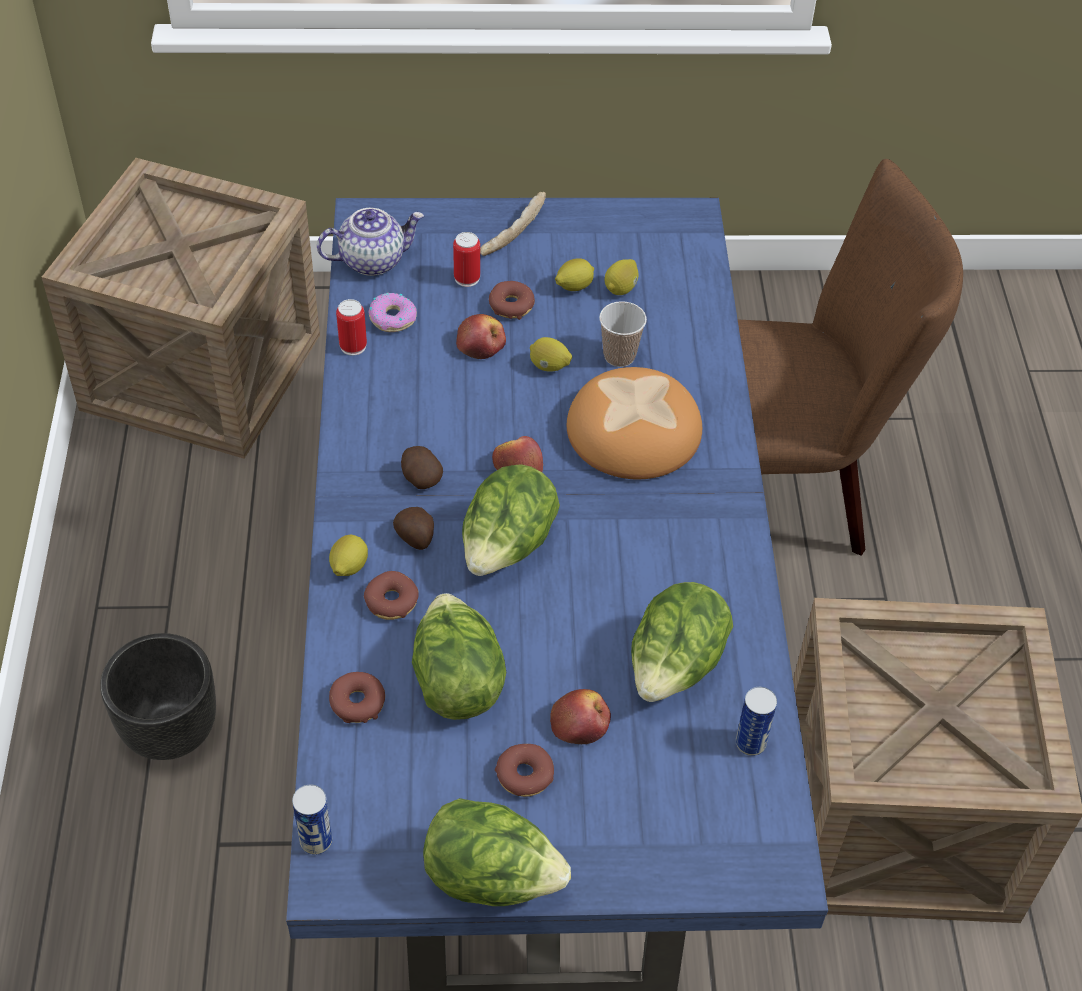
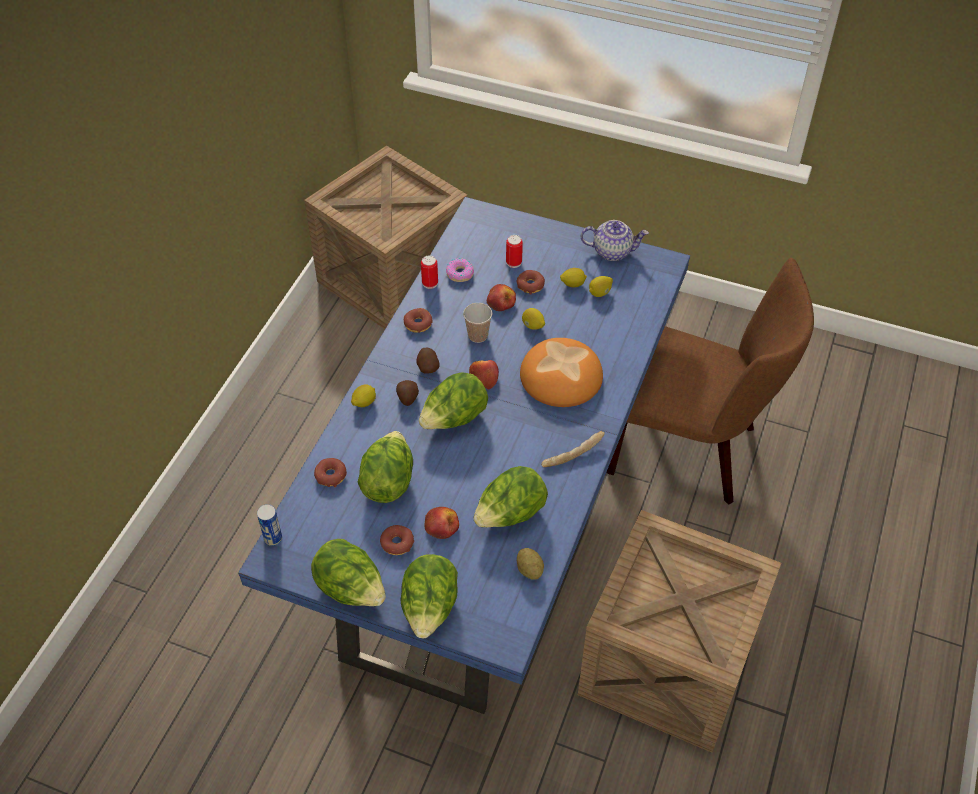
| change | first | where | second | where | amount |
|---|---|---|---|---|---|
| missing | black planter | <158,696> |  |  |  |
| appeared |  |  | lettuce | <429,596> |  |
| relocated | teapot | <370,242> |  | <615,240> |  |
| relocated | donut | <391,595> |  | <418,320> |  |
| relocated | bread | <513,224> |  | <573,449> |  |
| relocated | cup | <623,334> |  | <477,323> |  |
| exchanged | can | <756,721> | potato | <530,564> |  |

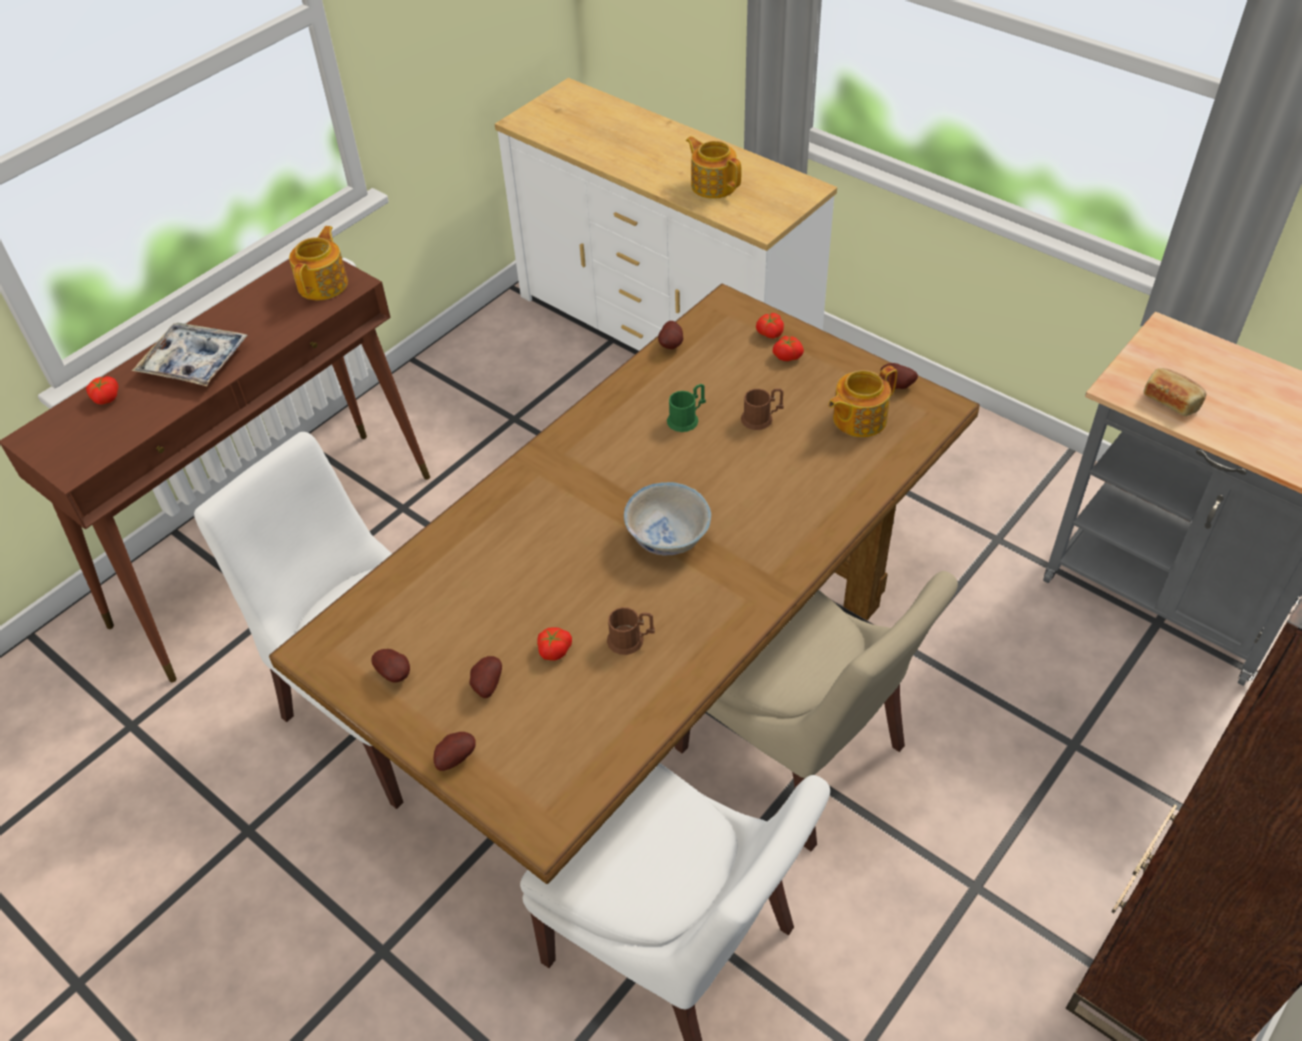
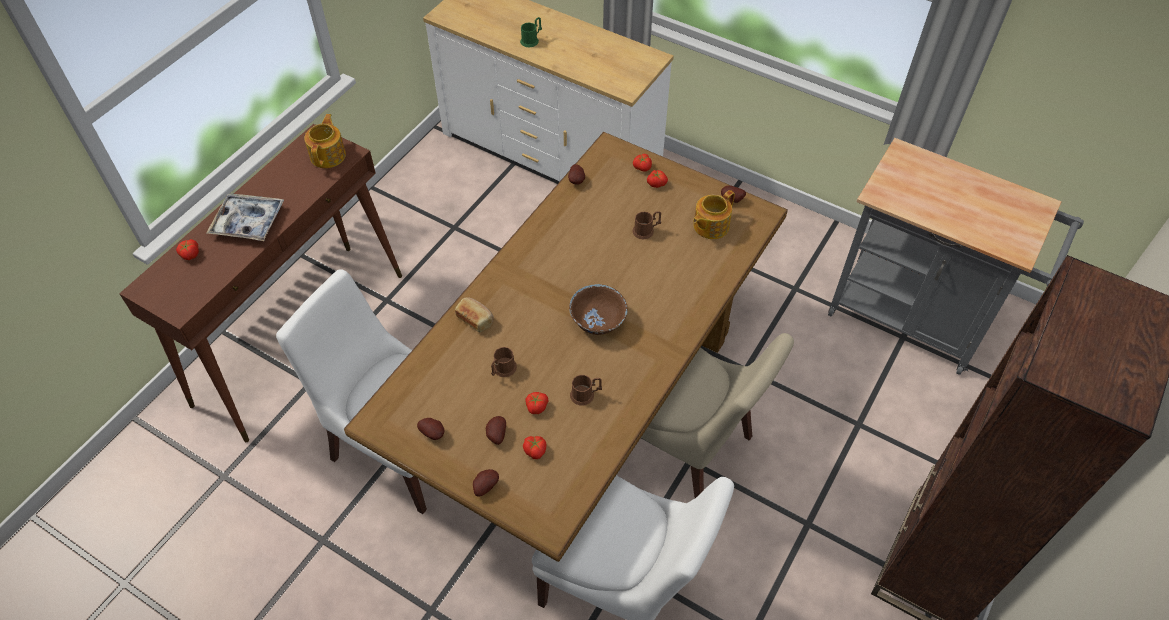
| change | first | where | second | where | amount |
|---|---|---|---|---|---|
| missing | teapot | <713,167> |  |  |  |
| appeared |  |  | brown mug | <504,362> |  |
| appeared |  |  | tomato | <534,447> |  |
| relocated | green mug | <686,408> |  | <531,32> |  |
| relocated | bread | <1175,392> |  | <474,314> |  |
| colour | white bowl | <668,519> | brown bowl | <598,309> |  |

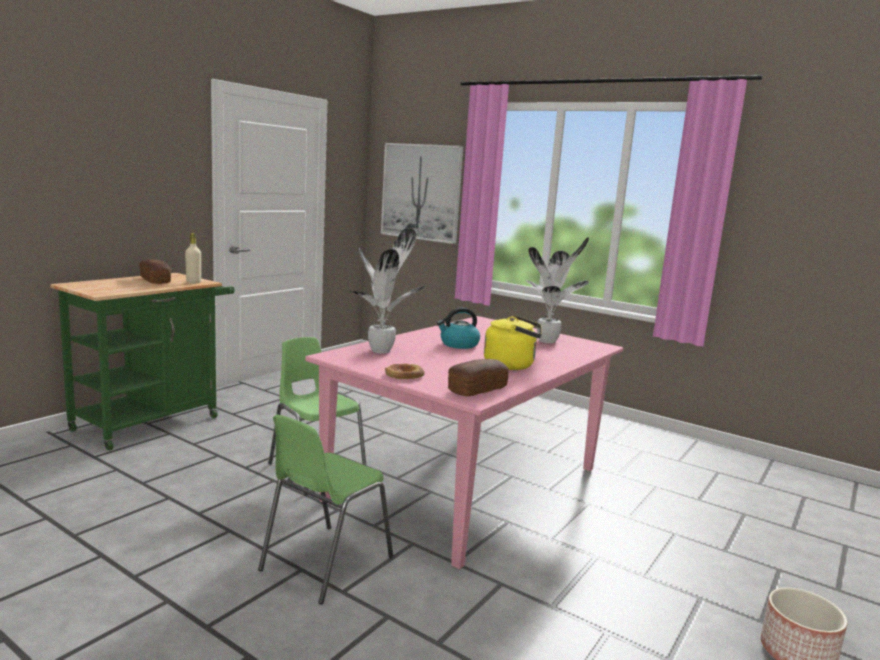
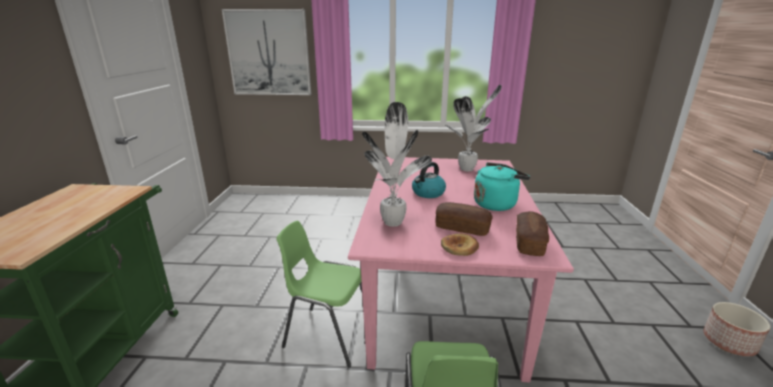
| change | first | where | second | where | amount |
|---|---|---|---|---|---|
| missing | beige bottle | <193,258> |  |  |  |
| relocated | bread | <155,271> |  | <464,219> |  |
| colour | yellow kettle | <513,342> | turquoise kettle | <502,186> |  |

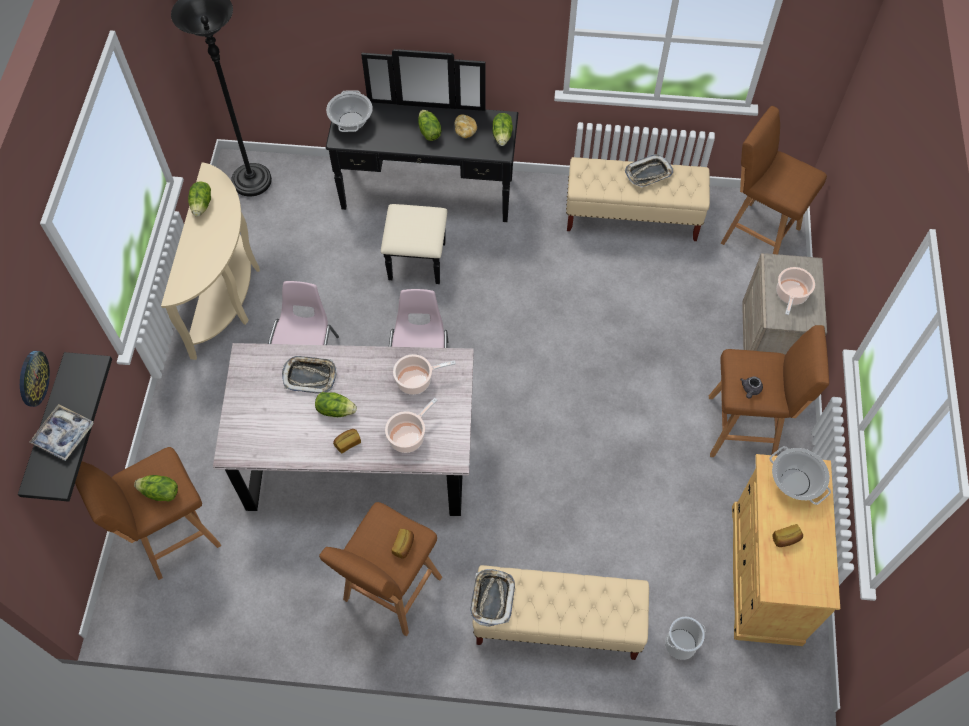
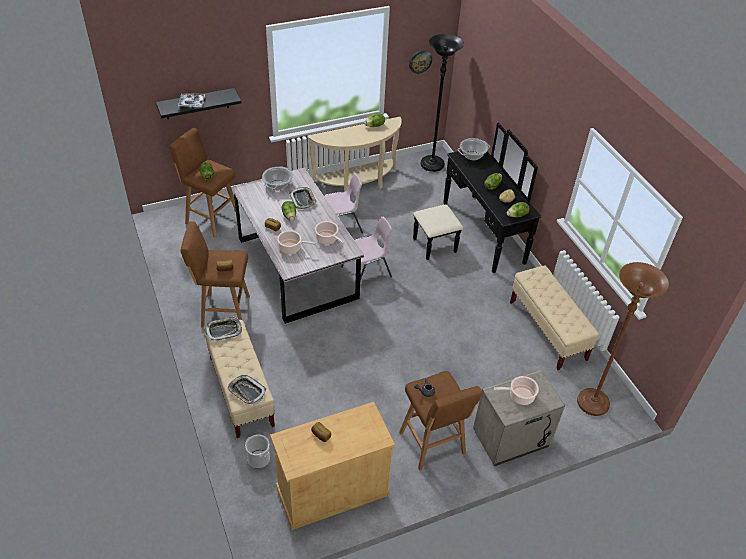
| change | first | where | second | where | amount |
|---|---|---|---|---|---|
| relocated | wall clock | <35,379> |  | <420,62> |  |
| relocated | tray | <649,170> |  | <247,389> |  |
| relocated | cooking pot | <800,475> |  | <277,178> |  |
| exchanged | brown stool | <774,180> | brown floor lamp | <623,339> |  |

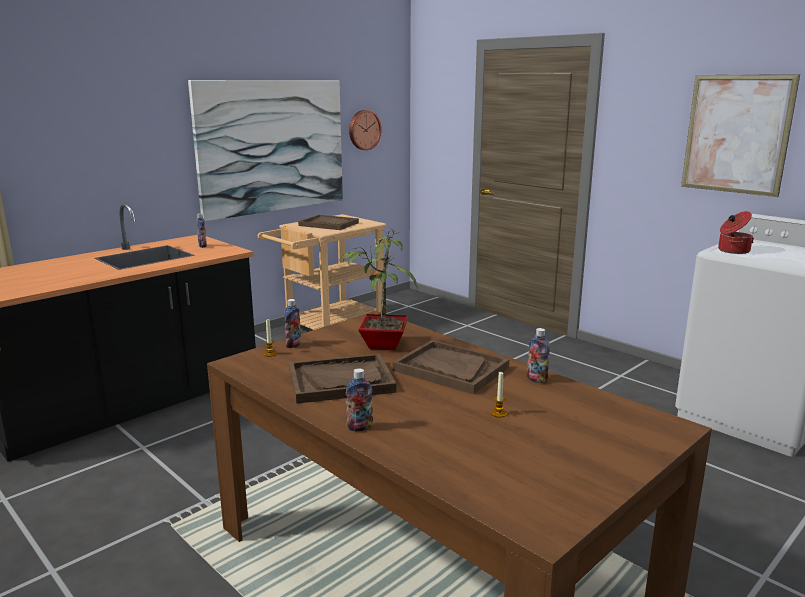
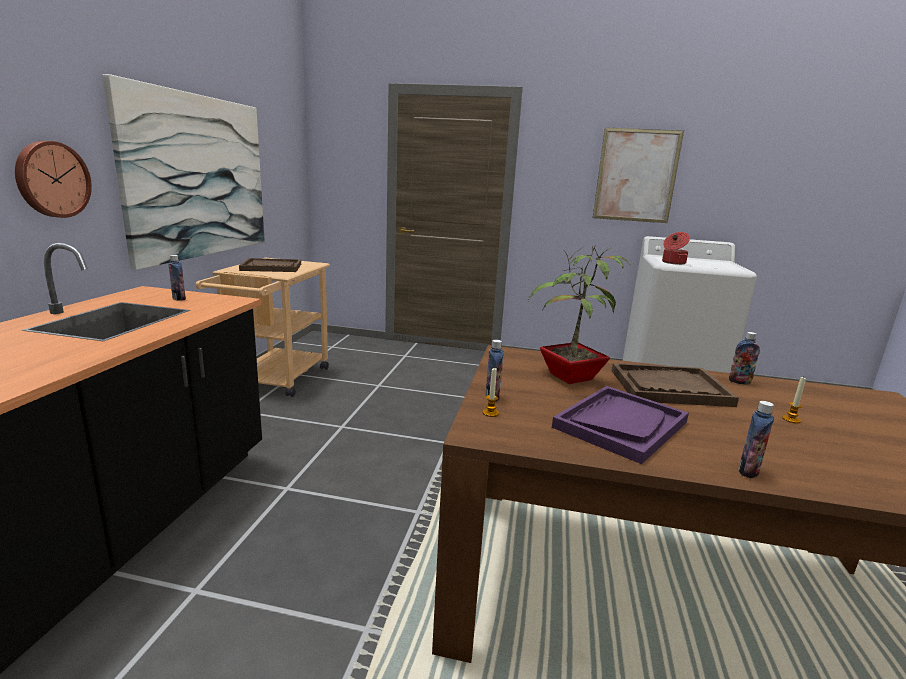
| change | first | where | second | where | amount |
|---|---|---|---|---|---|
| relocated | wall clock | <365,130> |  | <53,179> |  |
| colour | brown tray | <343,379> | purple tray | <620,425> |  |

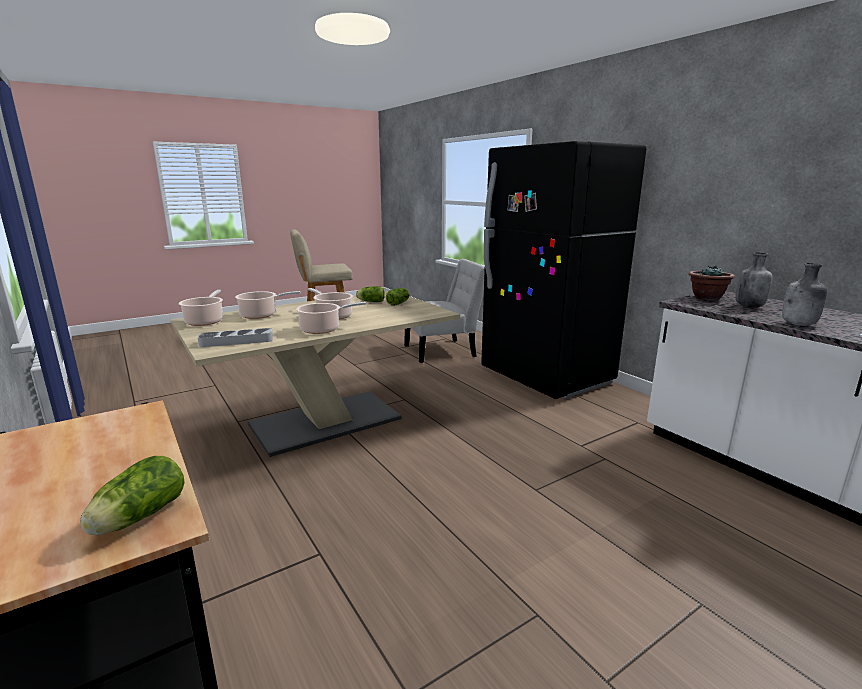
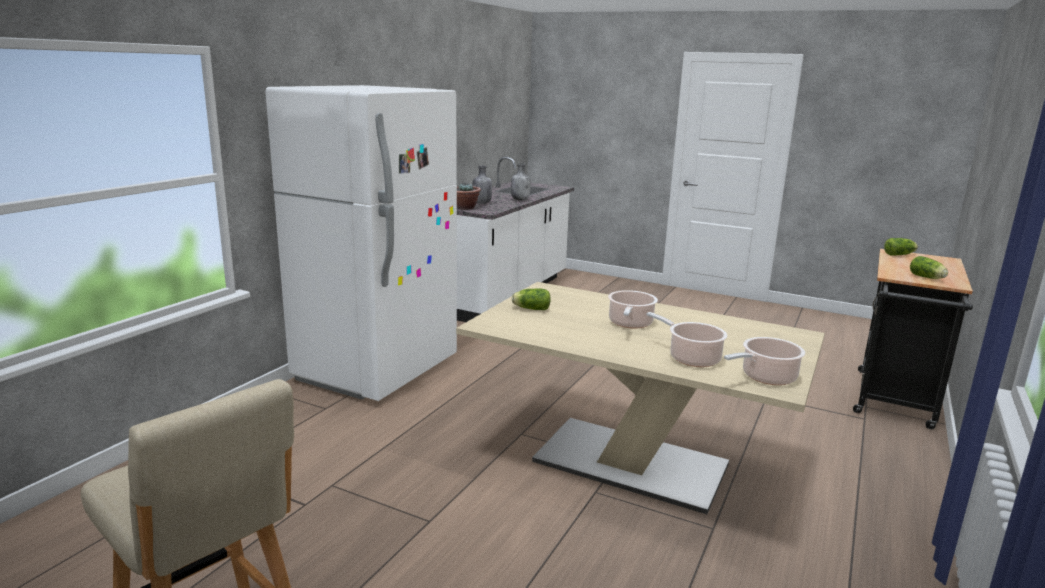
| change | first | where | second | where | amount |
|---|---|---|---|---|---|
| missing | grey tray | <235,337> |  |  |  |
| missing | cooking pot | <331,318> |  |  |  |
| missing | white chair | <444,311> |  |  |  |
| relocated | lettuce | <370,294> |  | <929,267> |  |
| colour | black fridge | <563,270> | white fridge | <361,243> |  |

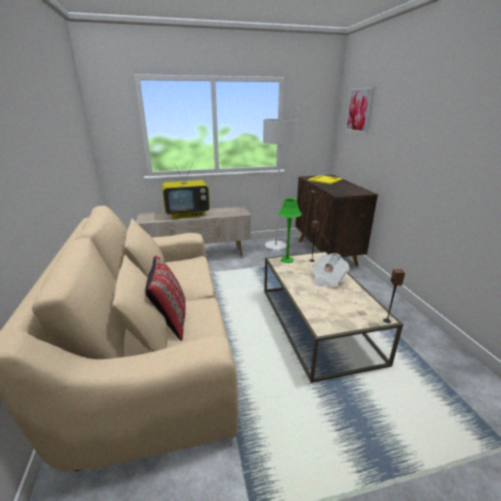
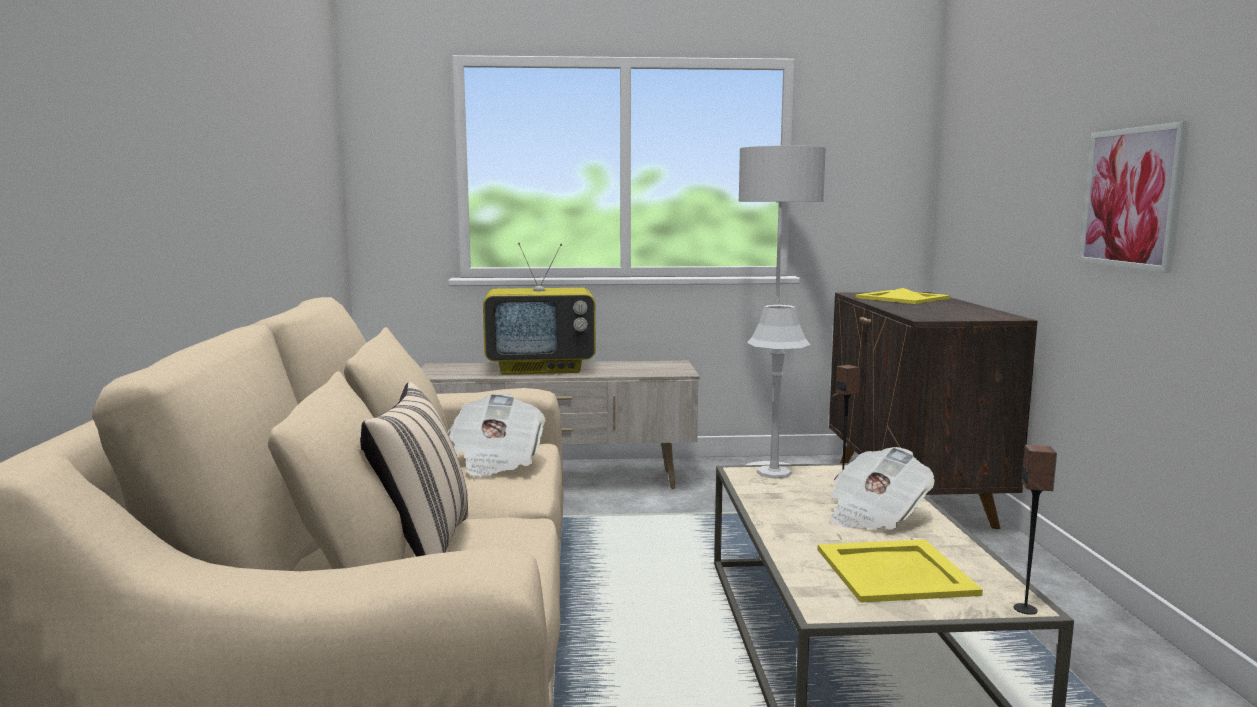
| change | first | where | second | where | amount |
|---|---|---|---|---|---|
| appeared |  |  | newspaper | <497,434> |  |
| appeared |  |  | yellow tray | <900,571> |  |
| relocated | picture | <359,110> |  | <1134,197> |  |
| colour | red pillow | <165,298> | beige pillow | <414,469> |  |
| colour | green table lamp | <290,230> | grey table lamp | <778,392> |  |

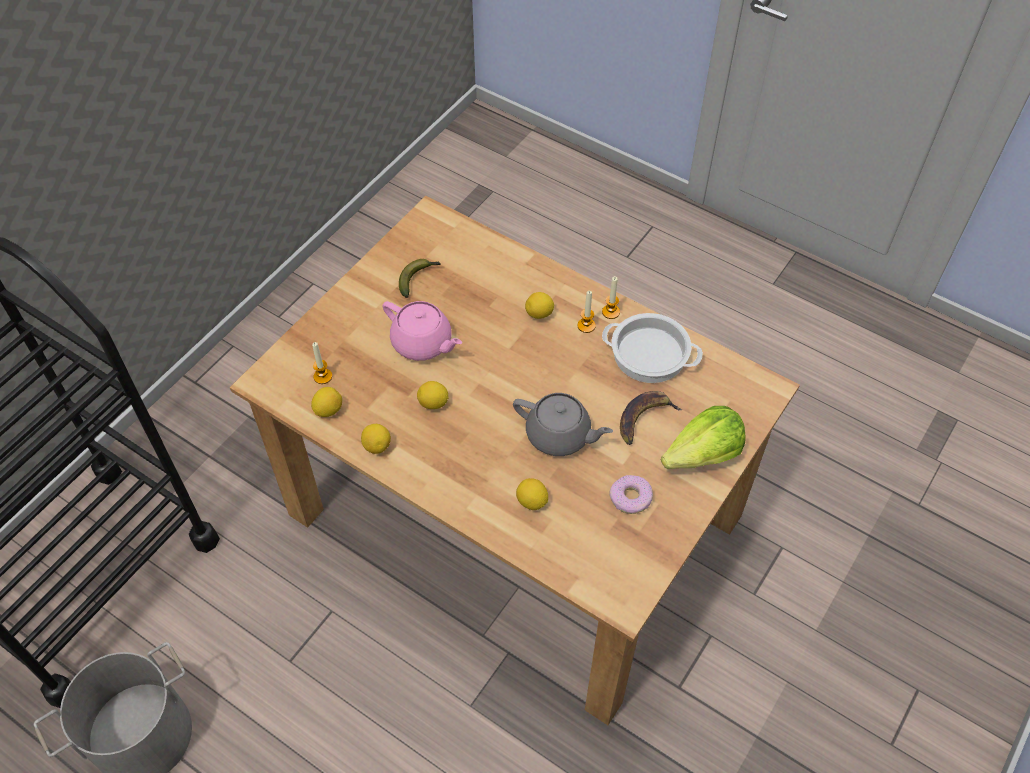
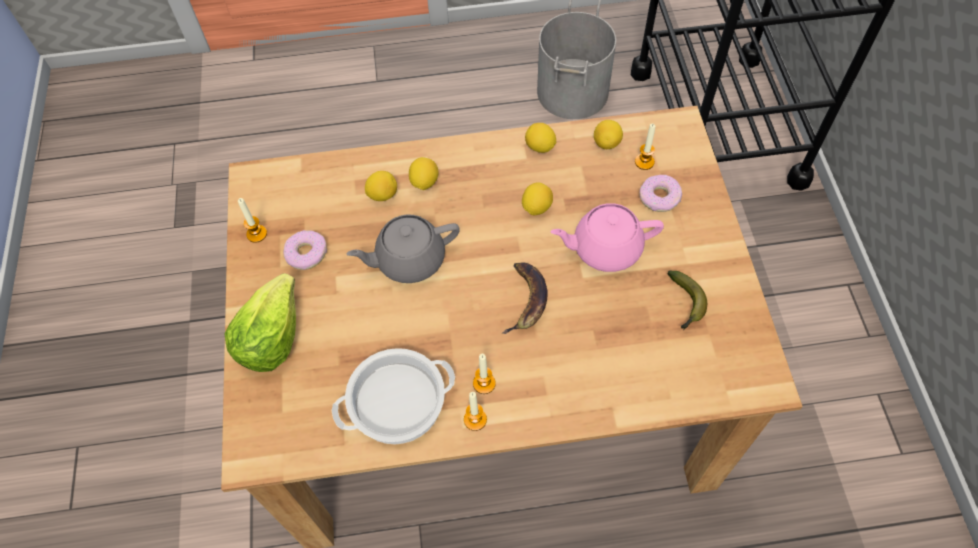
| change | first | where | second | where | amount |
|---|---|---|---|---|---|
| appeared |  |  | candle | <252,220> |  |
| appeared |  |  | donut | <661,193> |  |
| relocated | lemon | <539,305> |  | <424,173> |  |
| relocated | banana | <651,418> |  | <525,298> |  |

